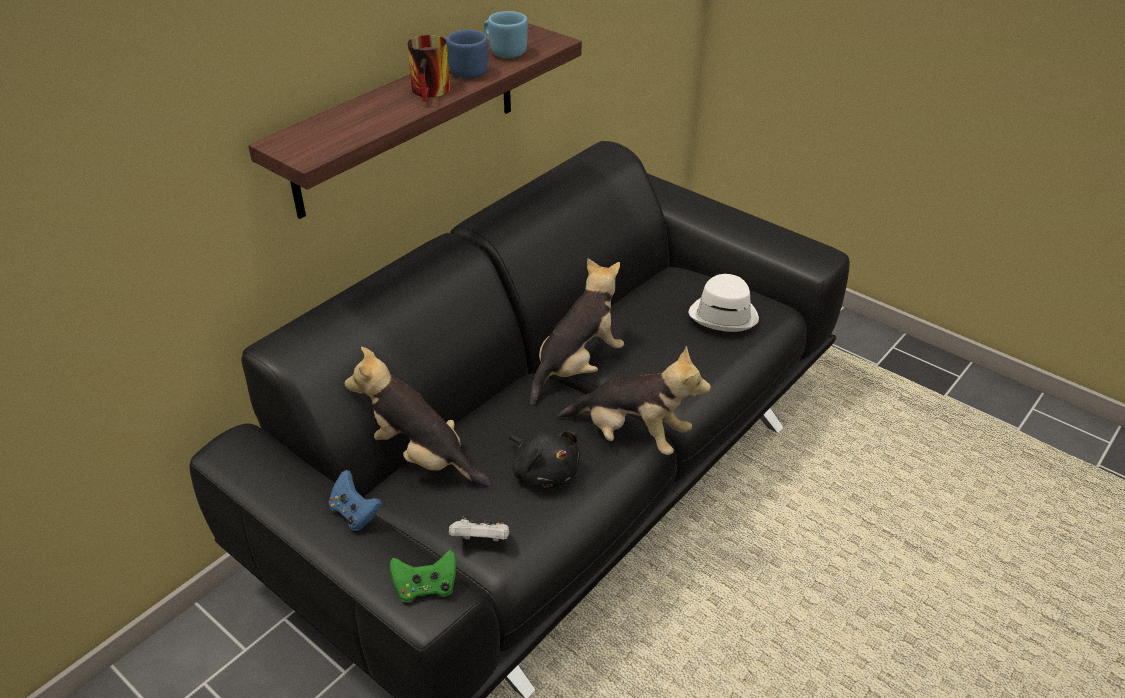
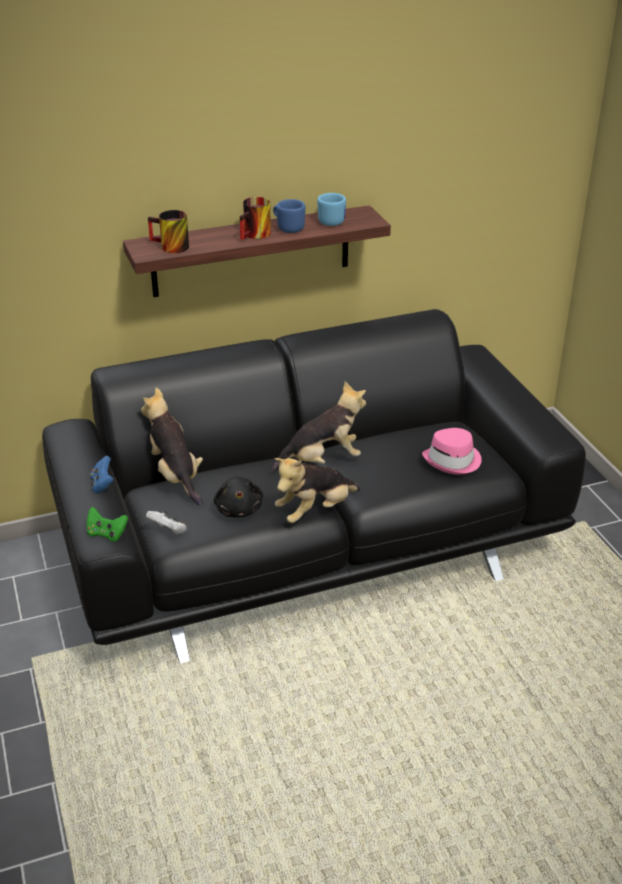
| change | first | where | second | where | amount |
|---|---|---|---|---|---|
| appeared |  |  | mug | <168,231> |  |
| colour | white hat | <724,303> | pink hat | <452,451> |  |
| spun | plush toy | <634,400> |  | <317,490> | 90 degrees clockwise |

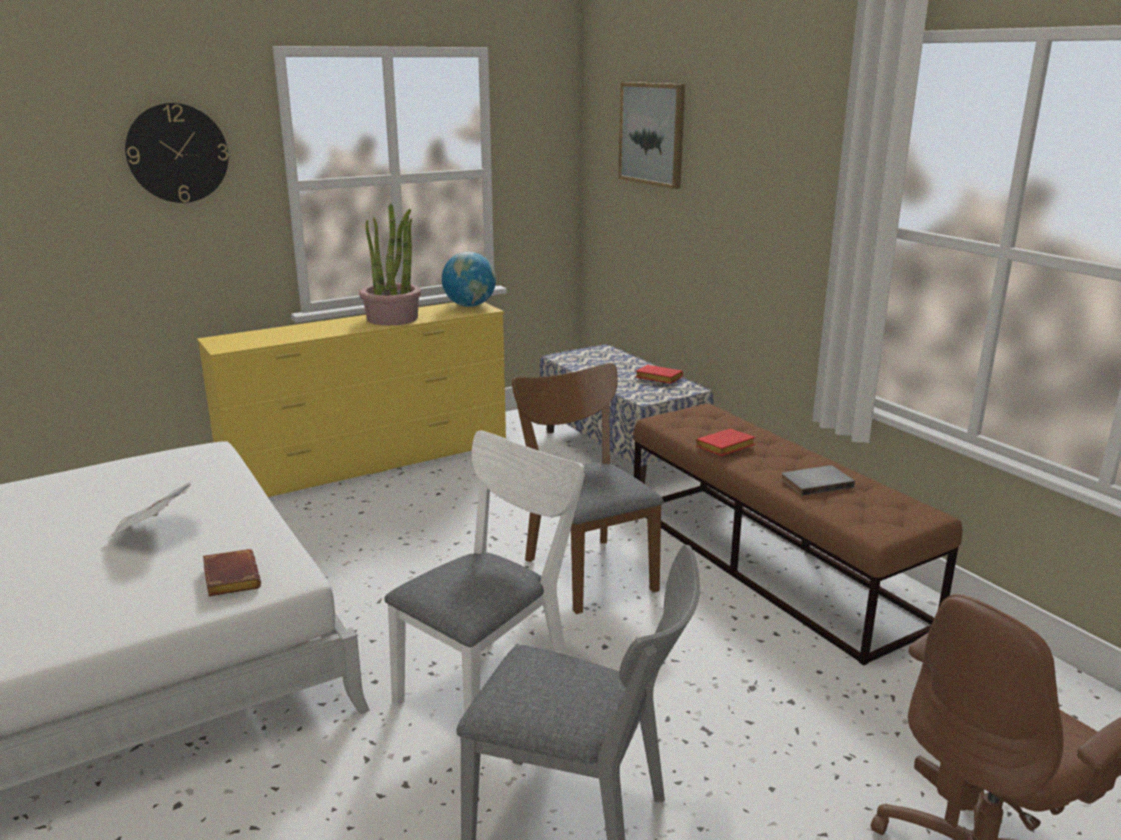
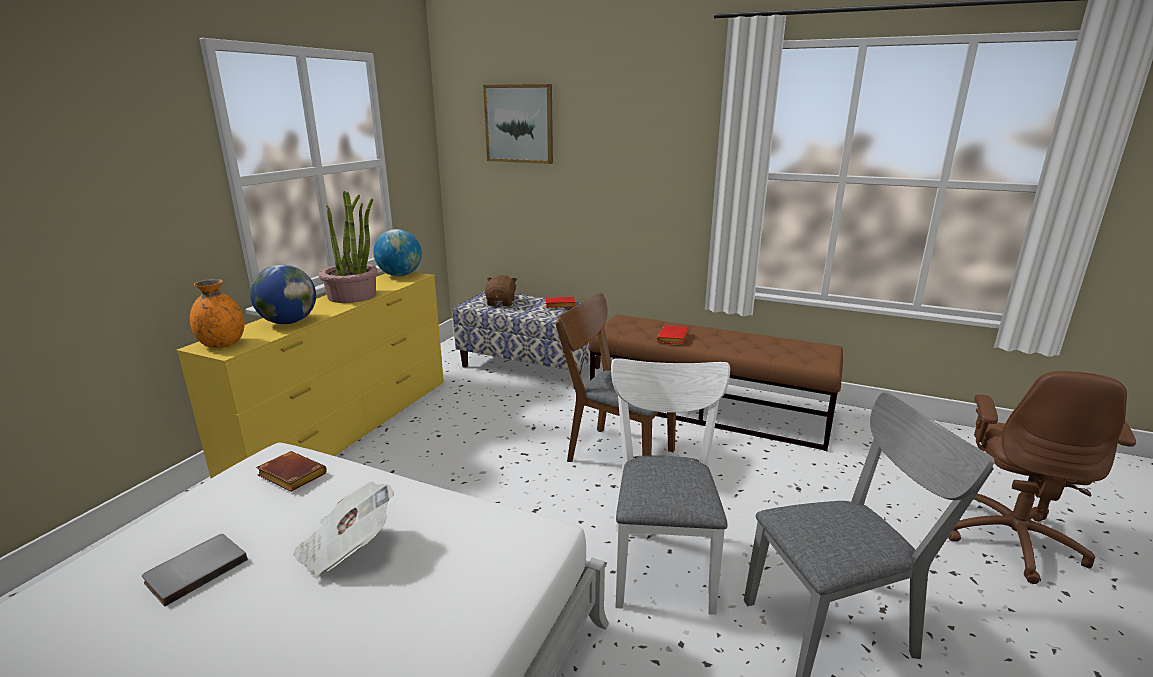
| change | first | where | second | where | amount |
|---|---|---|---|---|---|
| missing | wall clock | <176,153> |  |  |  |
| appeared |  |  | orange vase | <217,313> |  |
| appeared |  |  | globe | <283,294> |  |
| appeared |  |  | brown plush toy | <501,290> |  |
| relocated | brown book | <232,572> |  | <291,471> |  |
| relocated | grey book | <818,480> |  | <195,570> |  |

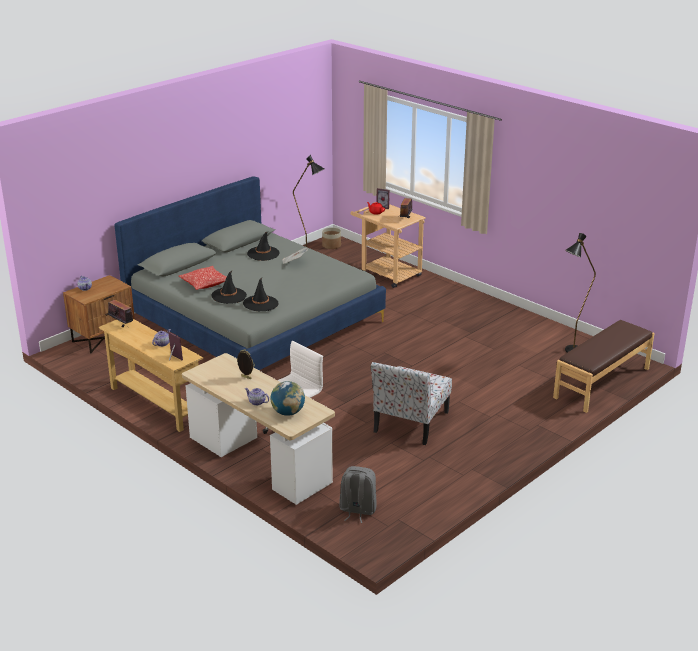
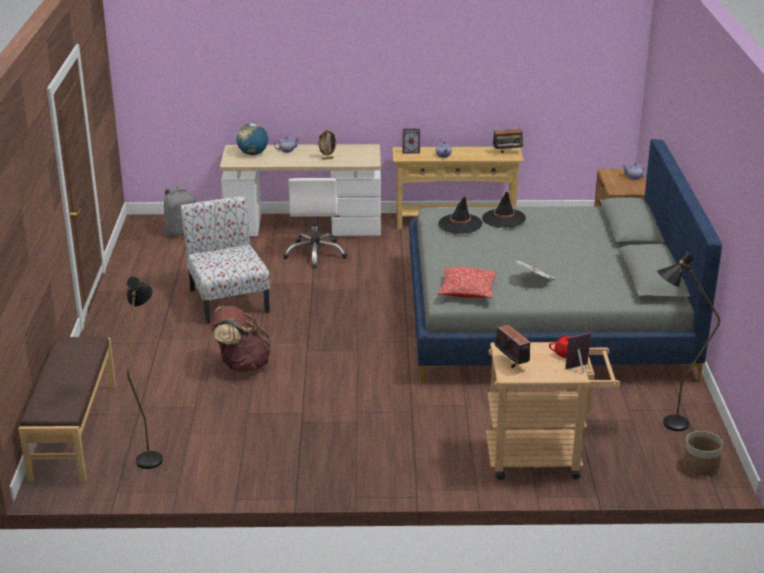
| change | first | where | second | where | amount |
|---|---|---|---|---|---|
| missing | black hat | <263,246> |  |  |  |
| appeared |  |  | brown backpack | <241,339> |  |
| relocated | pillow | <203,278> |  | <467,282> |  |

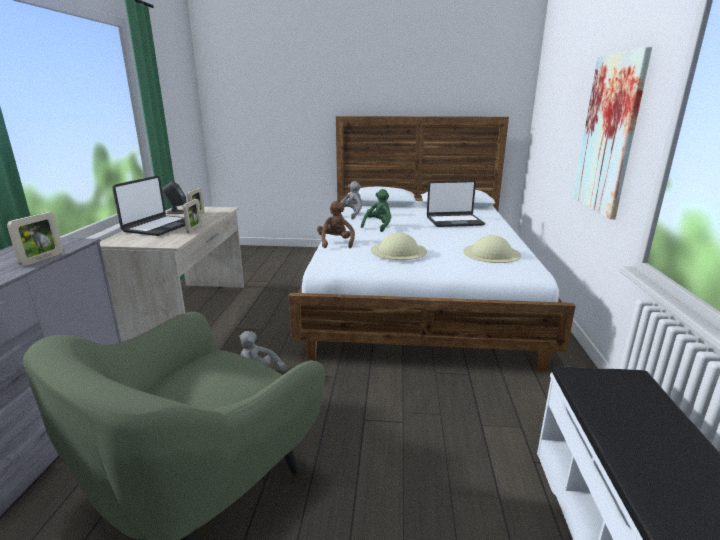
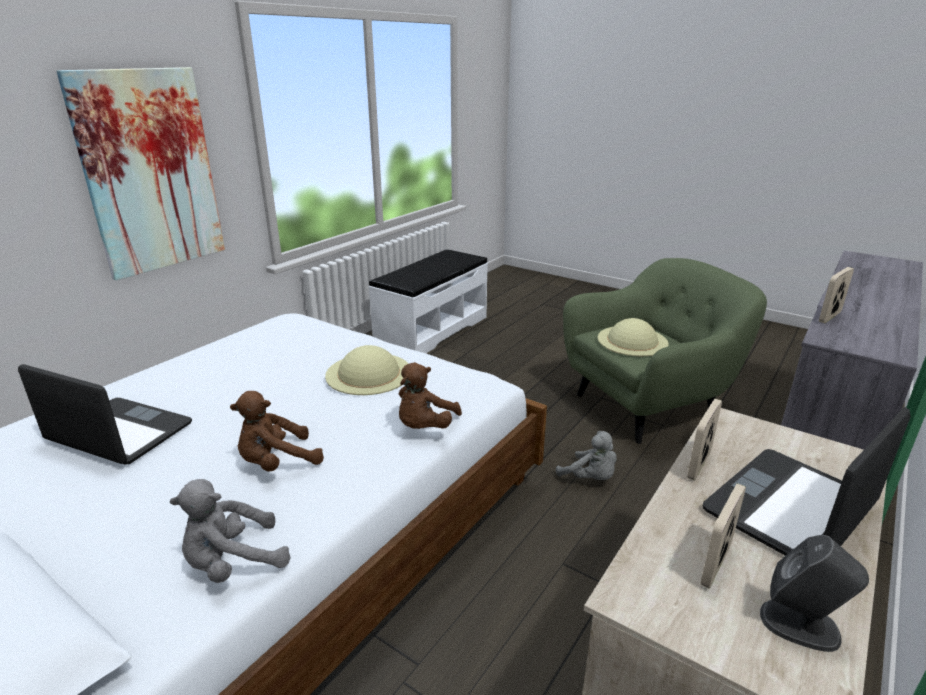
| change | first | where | second | where | amount |
|---|---|---|---|---|---|
| relocated | beige hat | <492,249> |  | <633,337> |  |
| colour | green plush toy | <376,210> | brown plush toy | <277,431> |  |

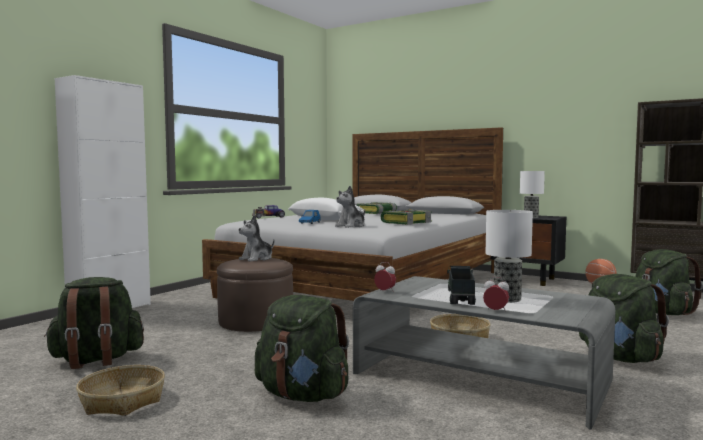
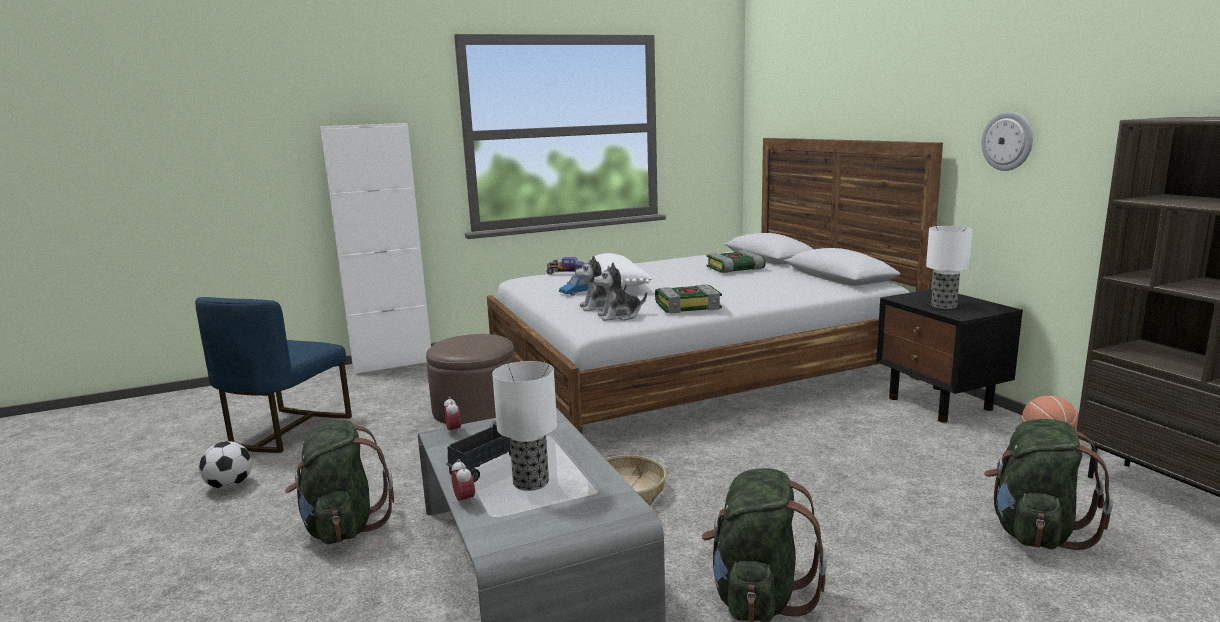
| change | first | where | second | where | amount |
|---|---|---|---|---|---|
| appeared |  |  | wall clock | <1007,141> |  |
| relocated | plush toy | <257,238> |  | <620,292> |  |
| exchanged | green backpack | <94,323> | blue chair | <273,375> |  |
| exchanged | basket | <120,390> | football | <225,465> |  |

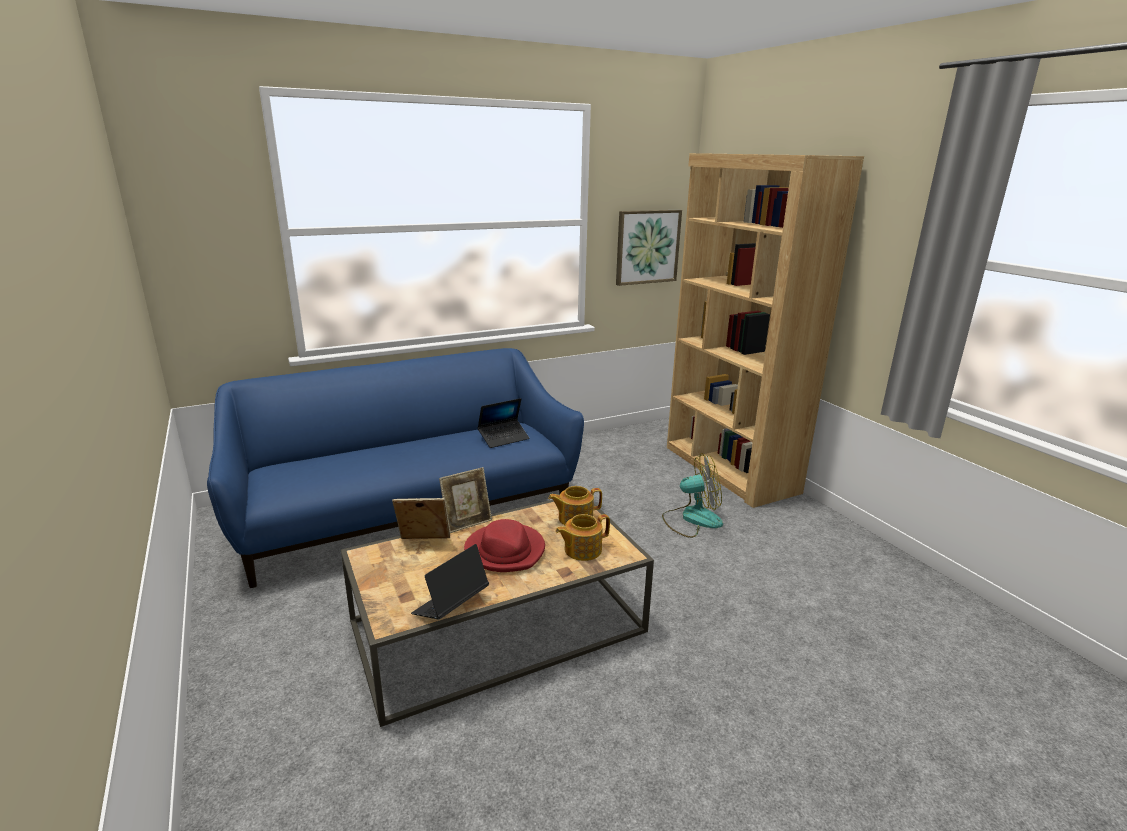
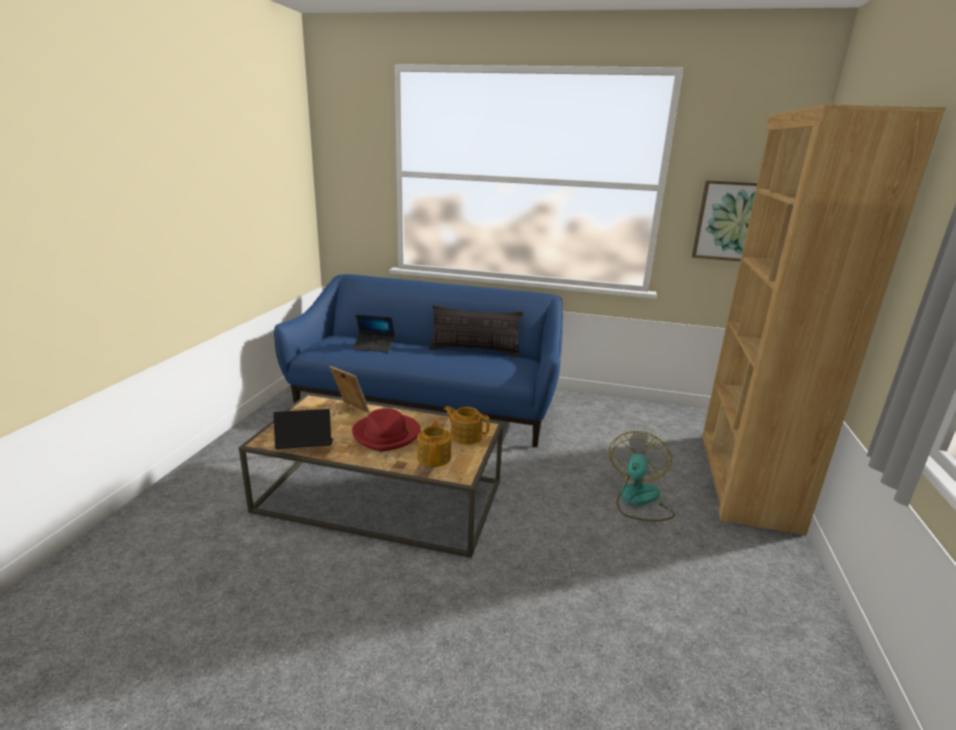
| change | first | where | second | where | amount |
|---|---|---|---|---|---|
| missing | picture frame | <465,500> |  |  |  |
| appeared |  |  | pillow | <476,330> |  |
| relocated | laptop | <504,423> |  | <374,334> |  |
| spun | teapot | <582,537> |  | <434,443> | 75 degrees clockwise |
| spun | fan | <692,495> |  | <642,476> | 105 degrees counterclockwise |

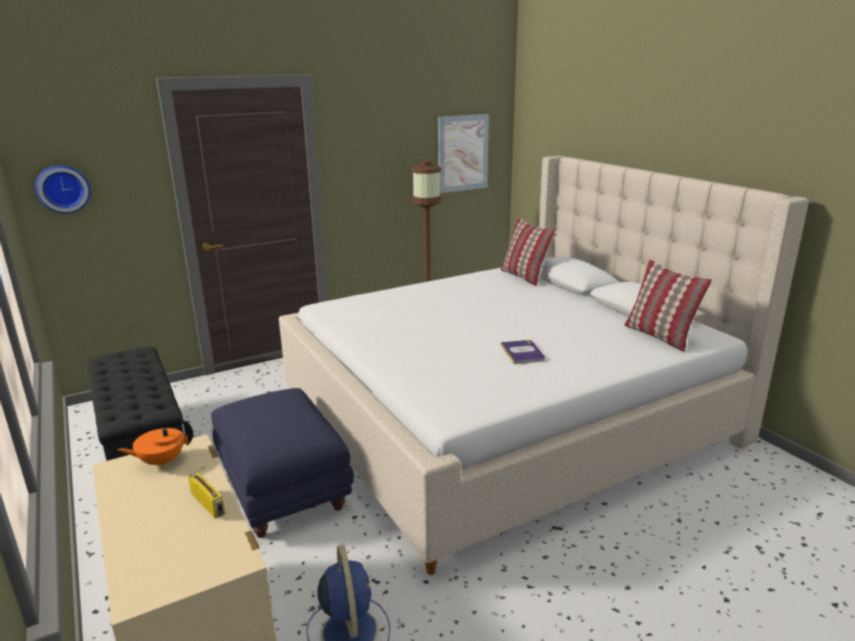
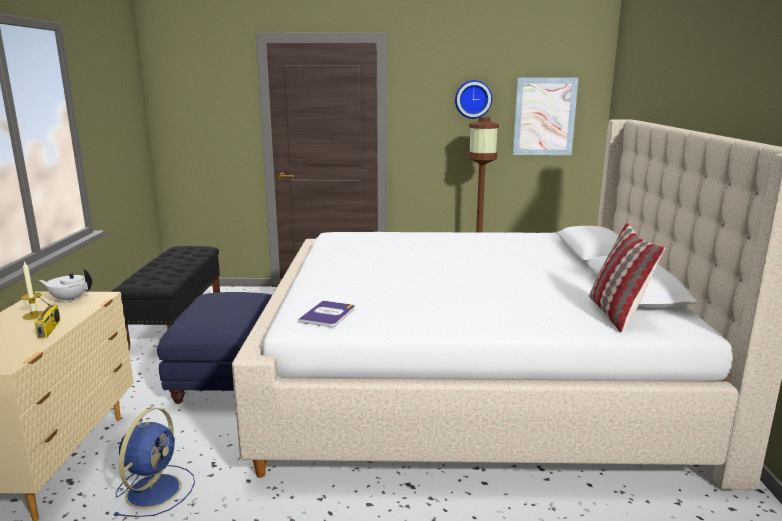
| change | first | where | second | where | amount |
|---|---|---|---|---|---|
| missing | pillow | <528,252> |  |  |  |
| appeared |  |  | candle | <31,290> |  |
| relocated | wall clock | <63,189> |  | <473,99> |  |
| relocated | book | <522,352> |  | <326,314> |  |
| colour | orange teapot | <155,444> | white teapot | <65,286> |  |

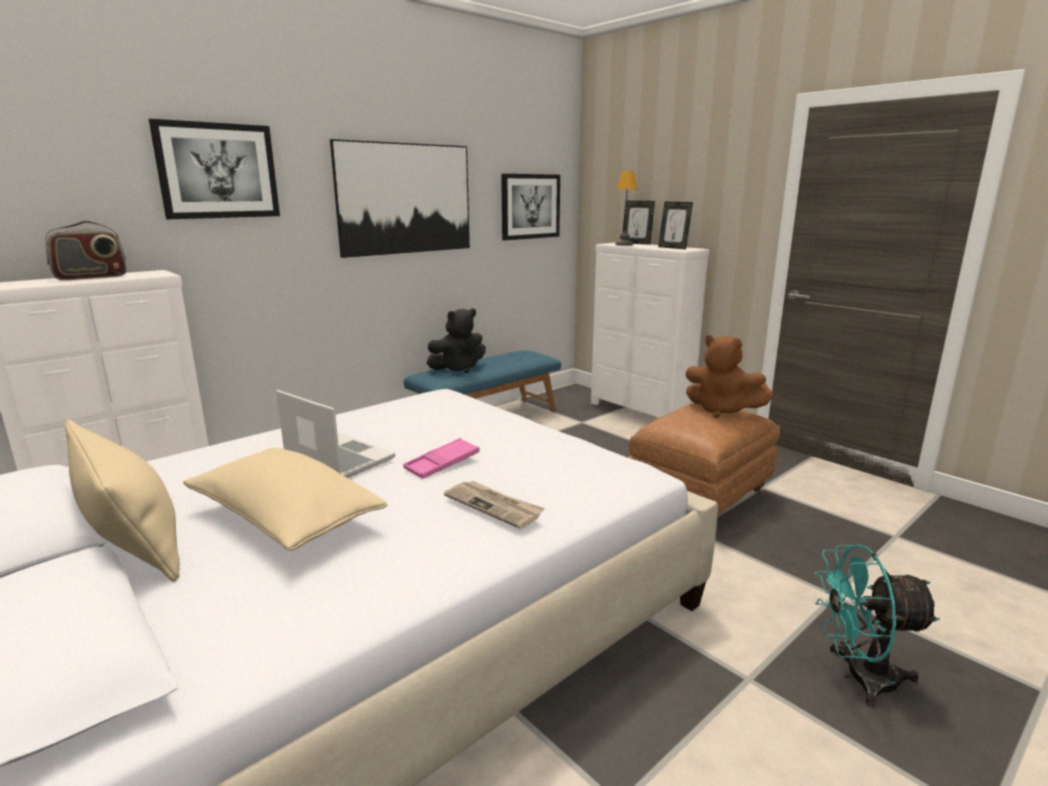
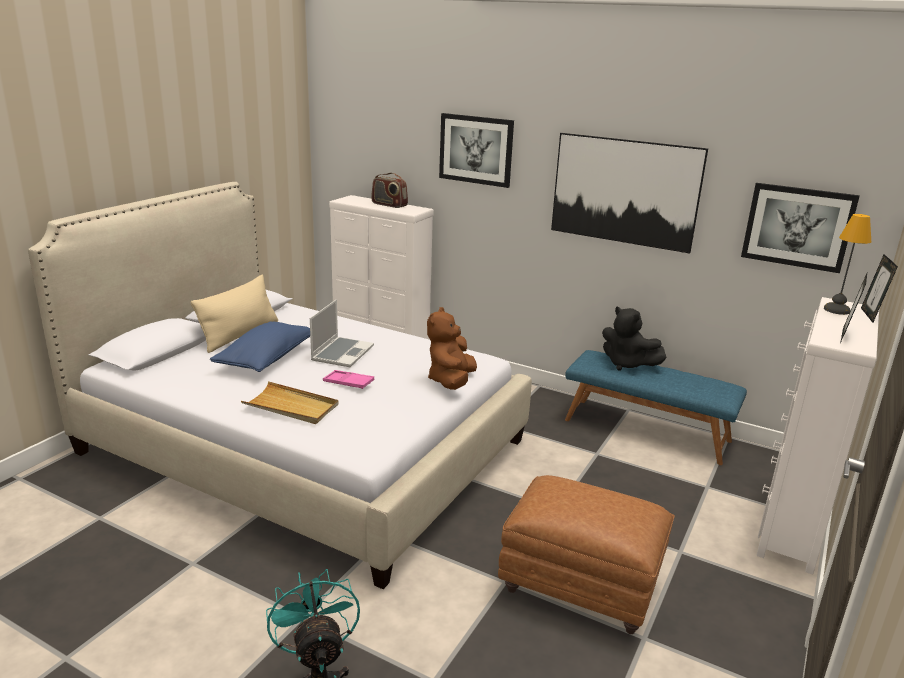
| change | first | where | second | where | amount |
|---|---|---|---|---|---|
| relocated | brown plush toy | <729,376> |  | <452,348> |  |
| exchanged | newspaper | <494,505> | beige tray | <289,402> |  |
| colour | beige pillow | <285,499> | blue pillow | <260,346> |  |

